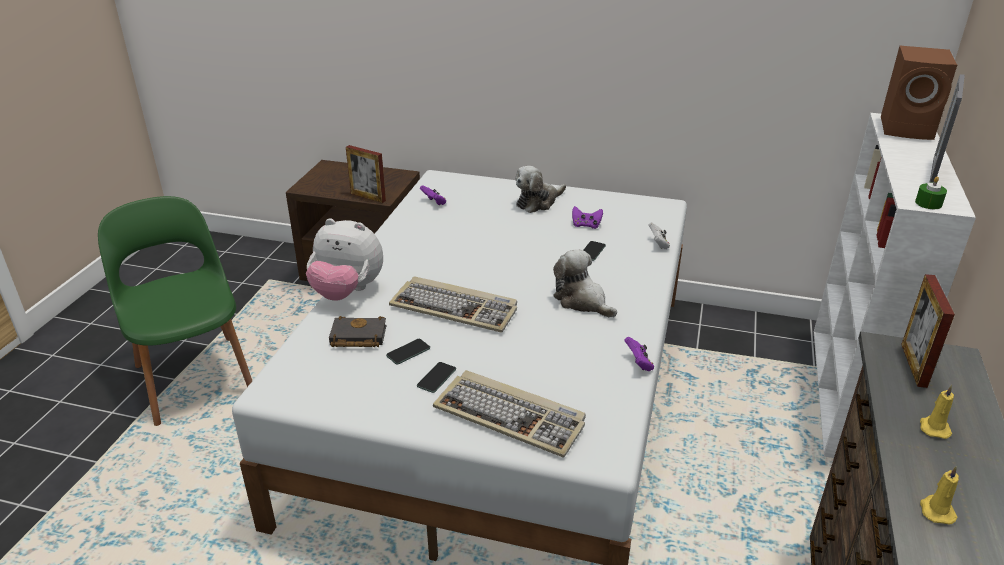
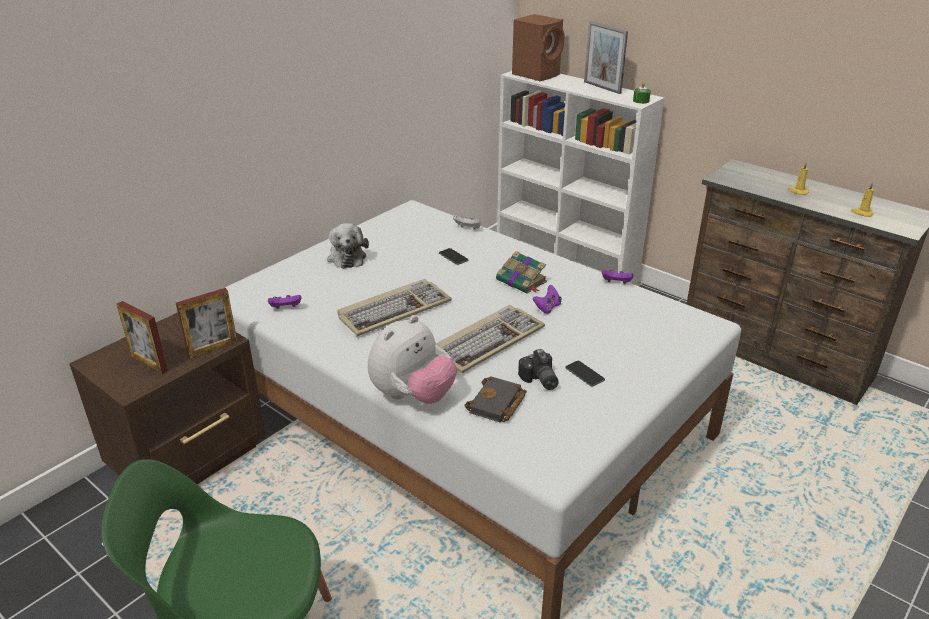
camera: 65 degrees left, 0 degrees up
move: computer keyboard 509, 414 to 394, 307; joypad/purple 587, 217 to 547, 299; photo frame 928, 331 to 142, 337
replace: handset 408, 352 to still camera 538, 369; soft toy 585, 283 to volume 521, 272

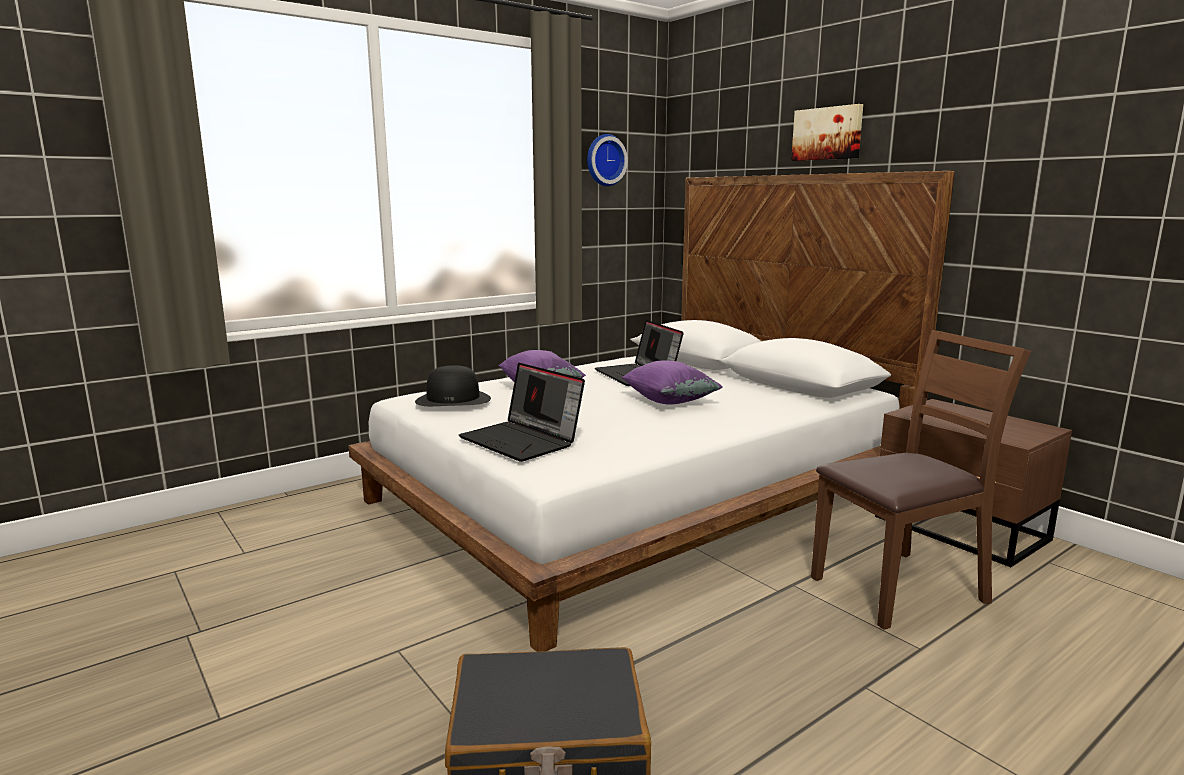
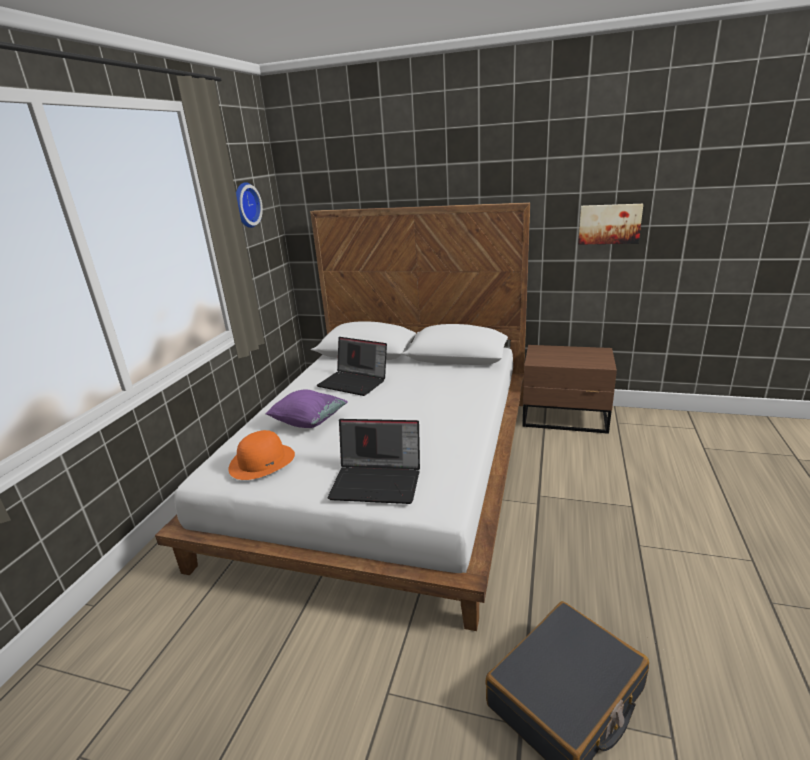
camera: 35 degrees left, 10 degrees up
delete: throw pillow/purple 672, 382; upright chair/brownish 921, 480
move: wall picture 827, 132 to 610, 224
recolor: clothing hat/blackish 453, 385 to clothing hat/orange-coloured 261, 455

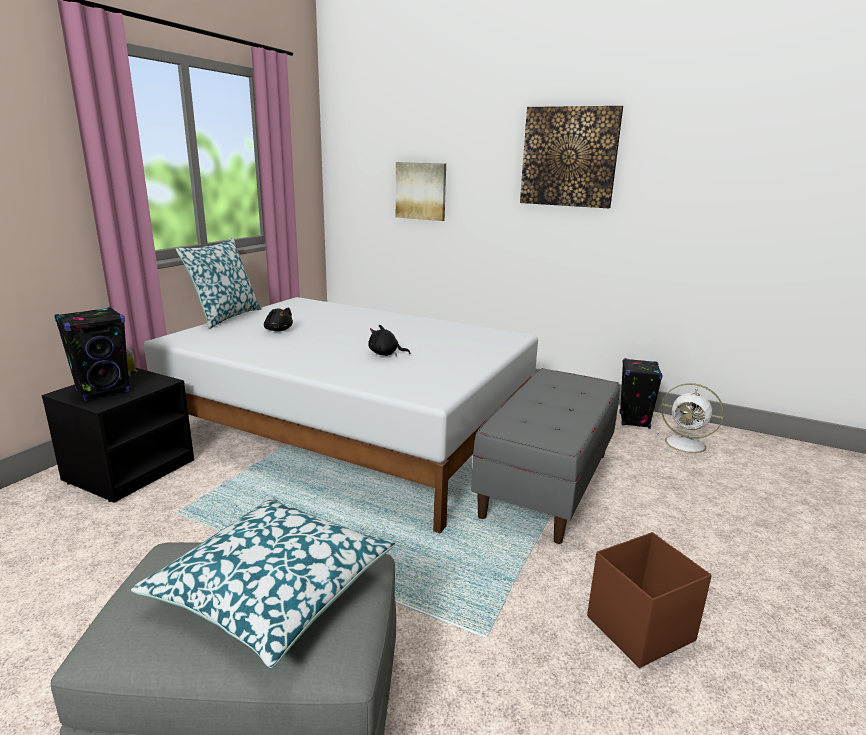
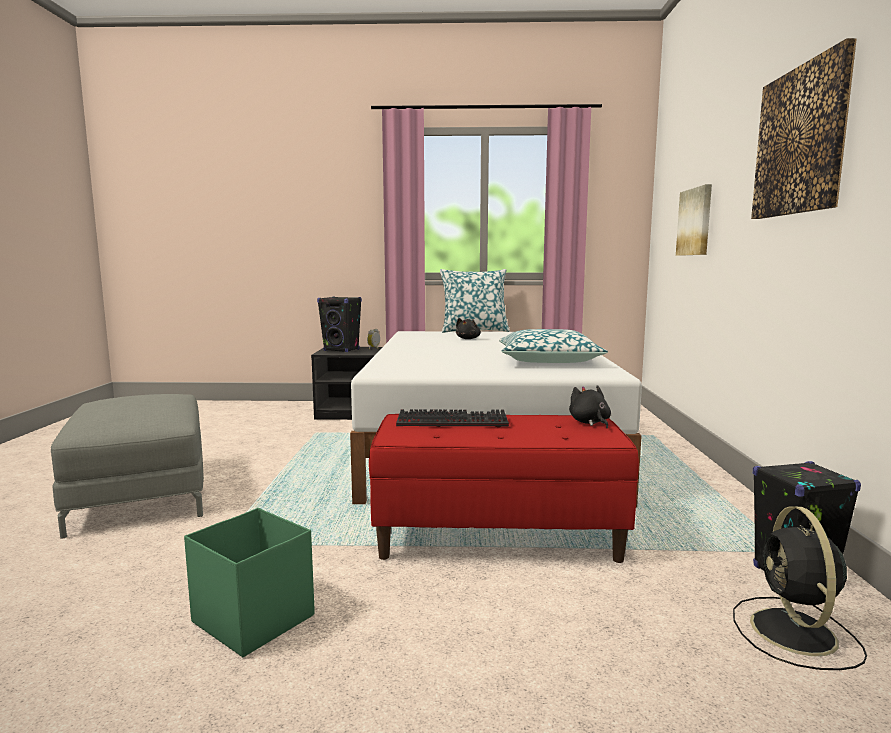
camera: 65 degrees right, 10 degrees down
insert: computer keyboard 452, 418
move: throw pillow 263, 582 to 553, 346; soft toy/blackish 389, 340 to 590, 406
recolor: long seat/gray 545, 456 to long seat/red-coloured 504, 488; storage box/brownish 649, 600 to storage box/green-coloured 249, 582; electric fan/whitish 690, 420 to electric fan/blackish 800, 588

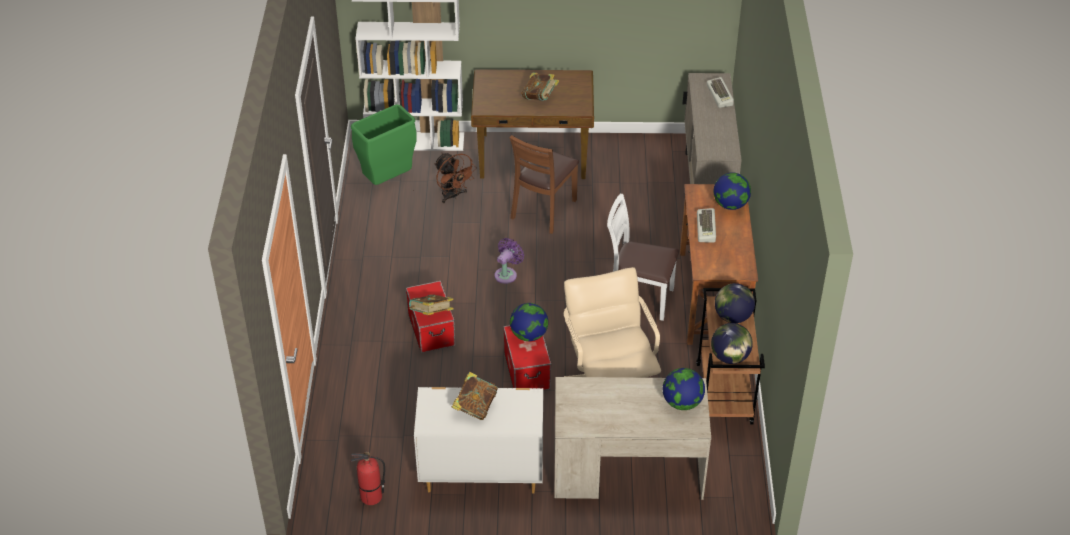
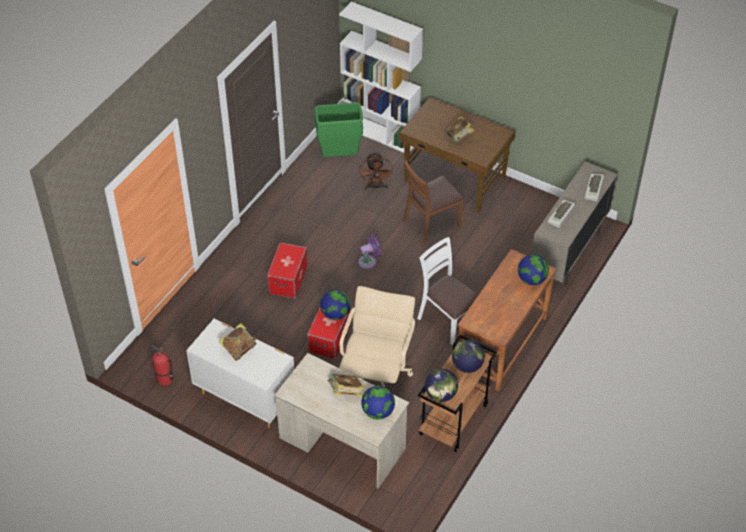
camera: 30 degrees right, 5 degrees up
move: volume 431, 304 to 346, 385; computer keyboard 706, 225 to 561, 214

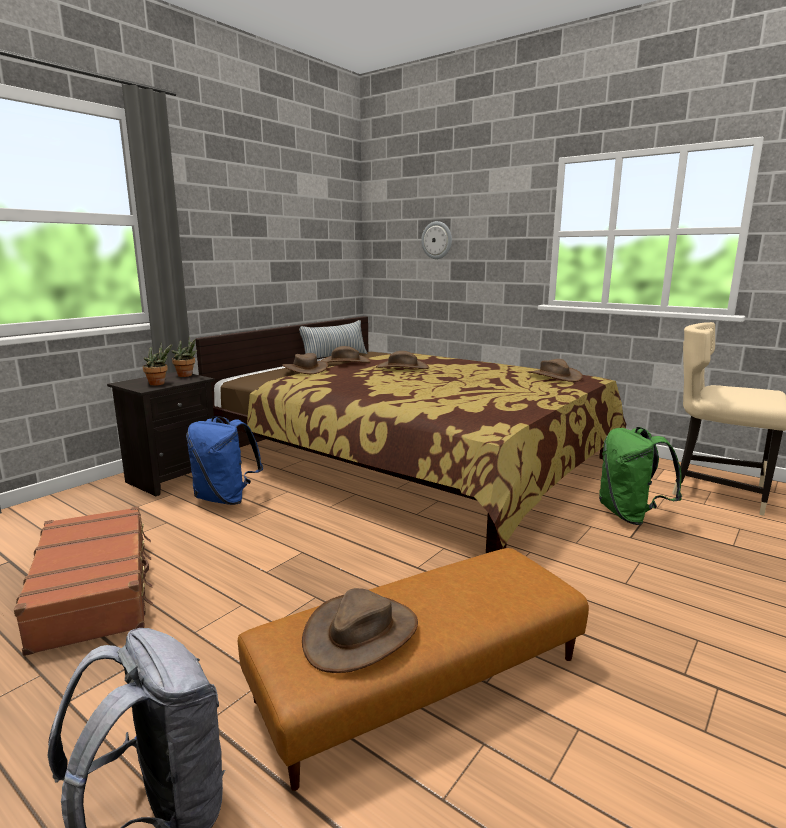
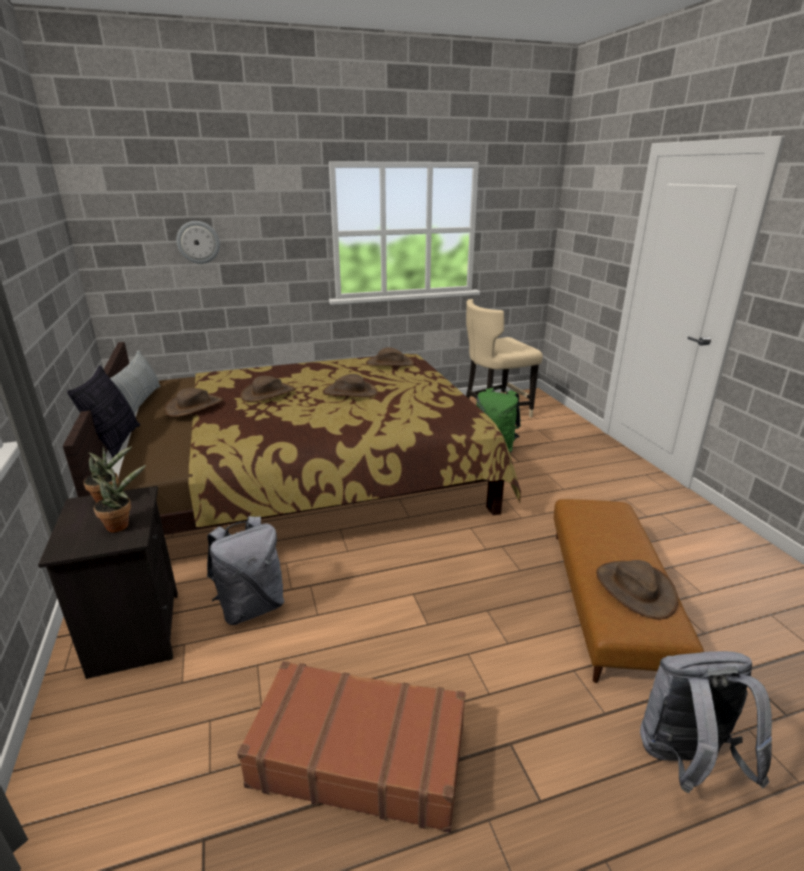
camera: 55 degrees left, 10 degrees up
insert: throw pillow 103, 411
move: clothing hat/brownish 305, 363 to 350, 385
recolor: knapsack/blue 224, 460 to knapsack/gray 245, 570

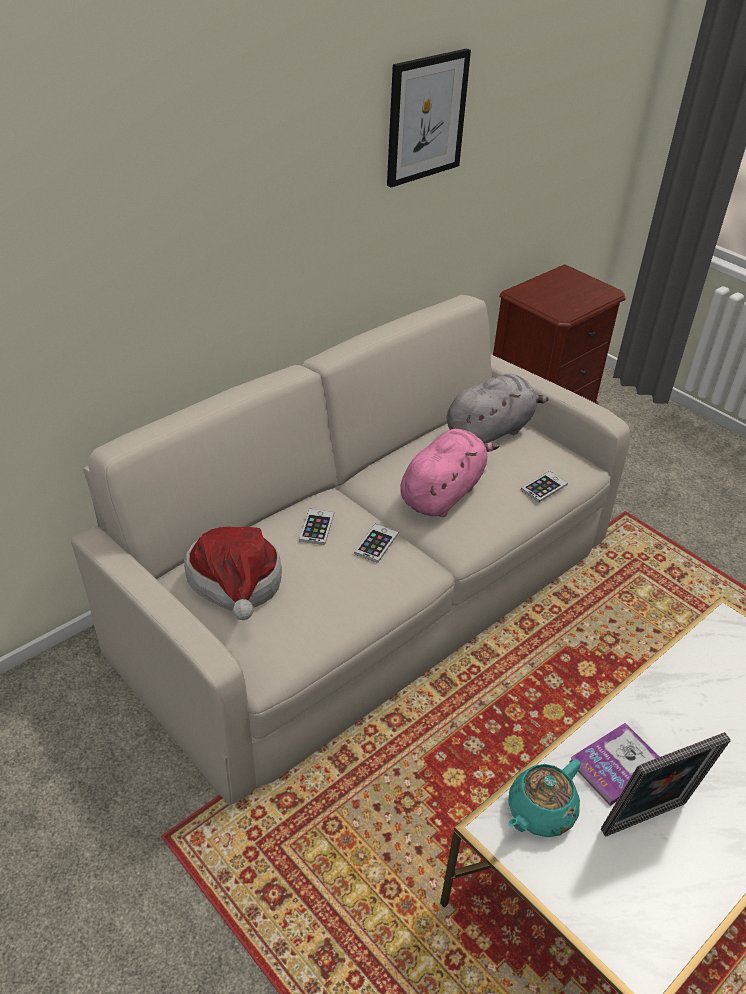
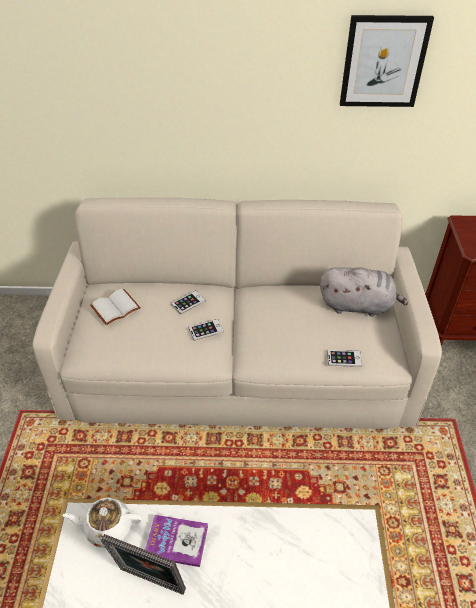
camera: 45 degrees right, 5 degrees up
delete: soft toy/pink-coloured 450, 473
replace: clothing hat 233, 573 to volume/whitish 115, 307
recolor: tea pot/turquoise 544, 798 to tea pot/whitish 102, 523

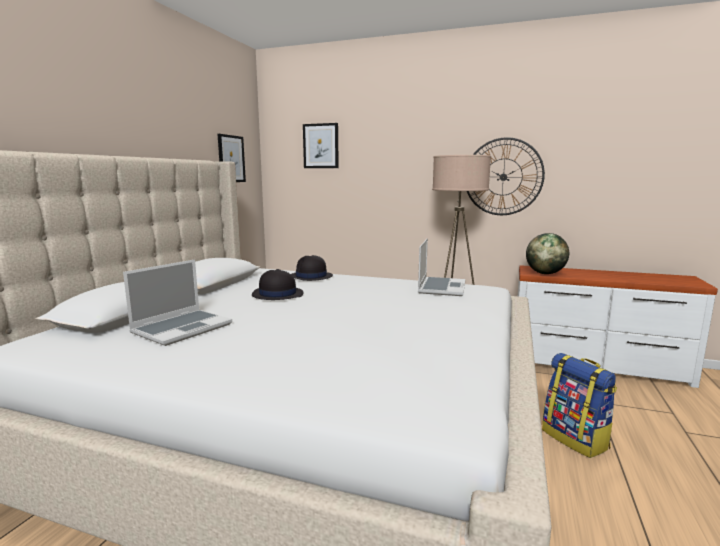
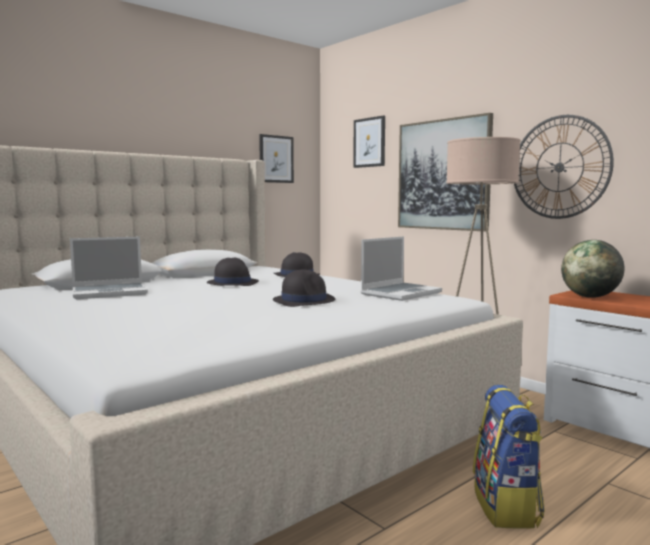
camera: 30 degrees right, 5 degrees down
insert: clothing hat/blackish 304, 288; wall picture 445, 172

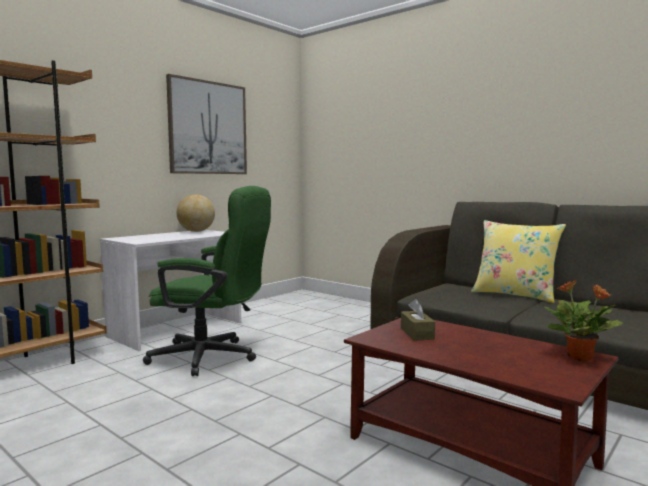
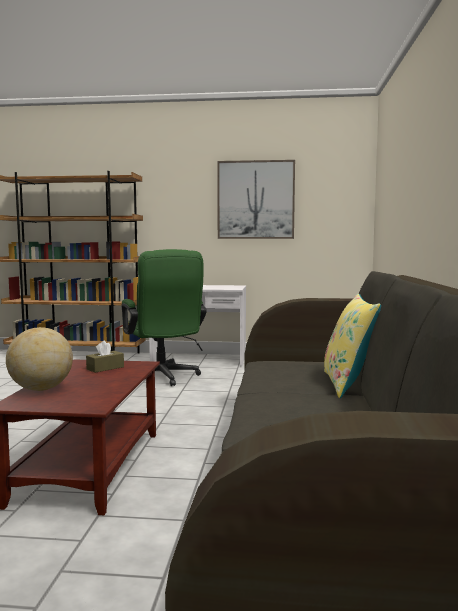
camera: 55 degrees right, 0 degrees up
delete: potted plant 584, 320
move: globe 196, 213 to 39, 359

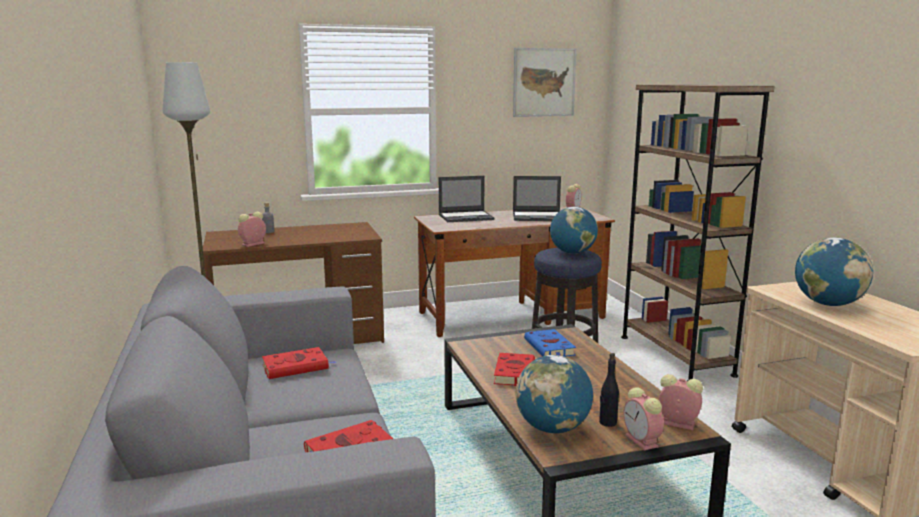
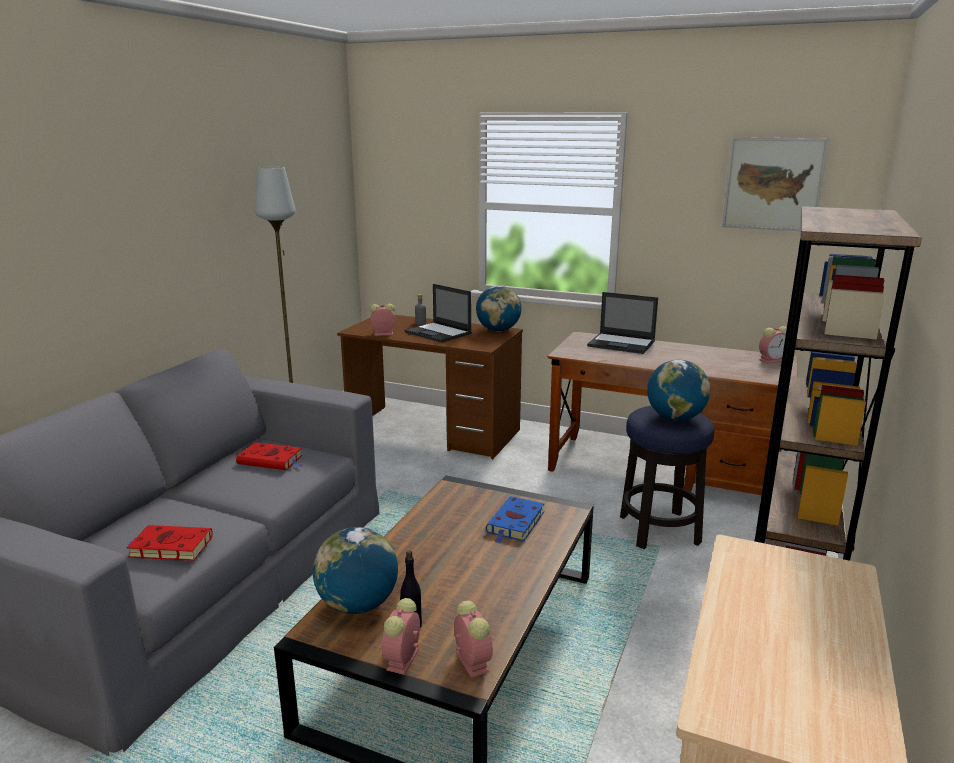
camera: 40 degrees right, 5 degrees up
delete: volume/red-coloured 514, 369
move: portable computer 537, 198 to 438, 313; globe 834, 272 to 499, 308

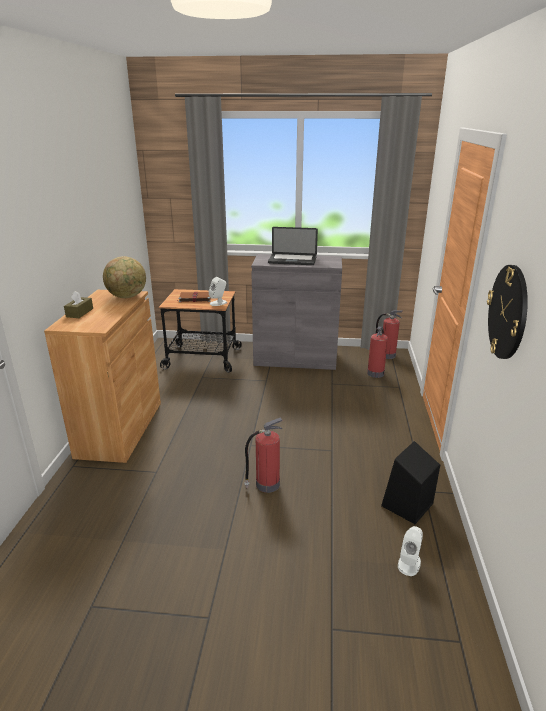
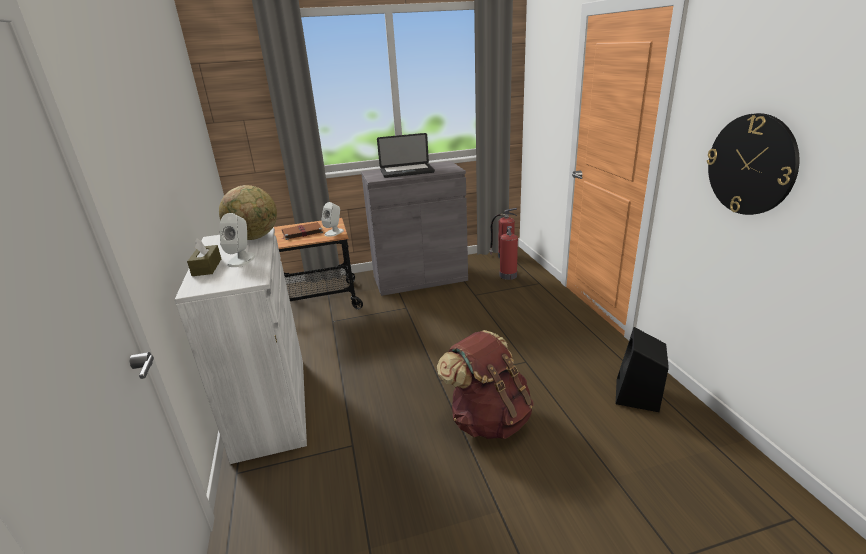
camera: 20 degrees left, 0 degrees up
move: audio speaker/whitish 410, 551 to 238, 240
replace: fire extinguisher 263, 455 to knapsack/brownish 485, 384
recolor: cupboard/brownish 102, 376 to cupboard/whitish 241, 345

